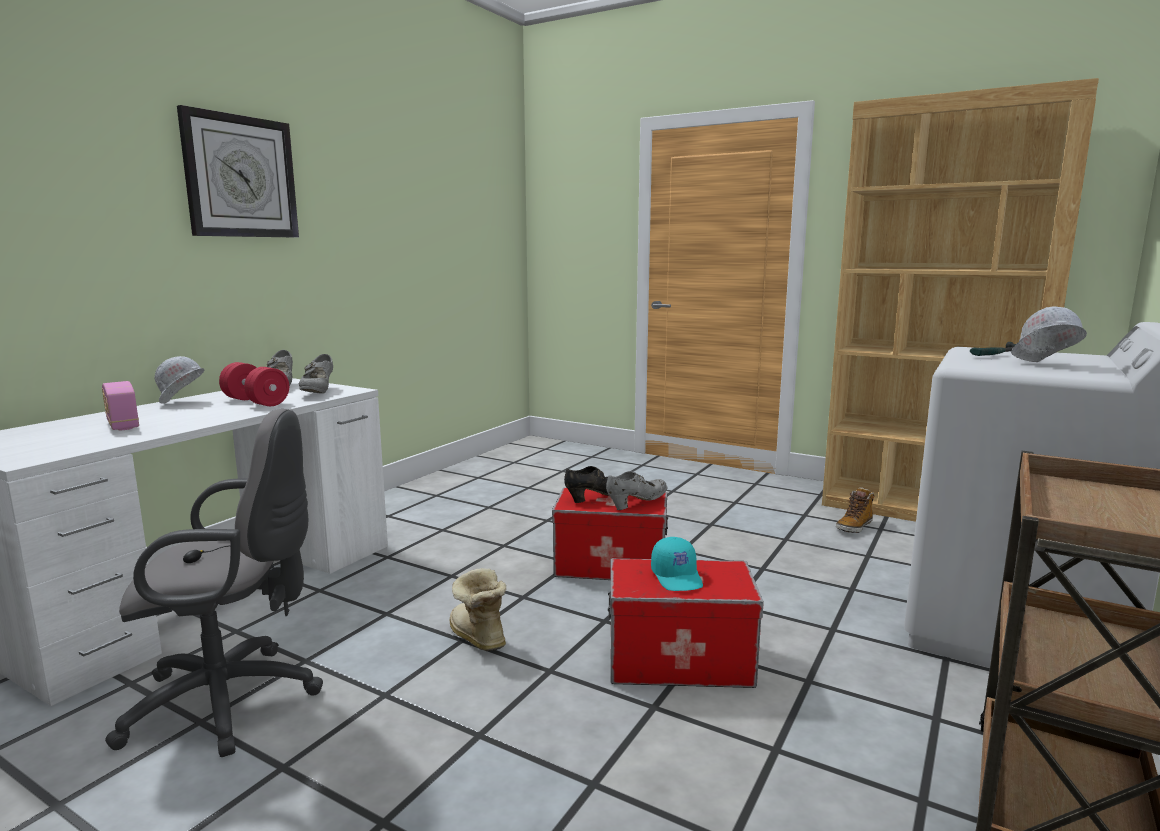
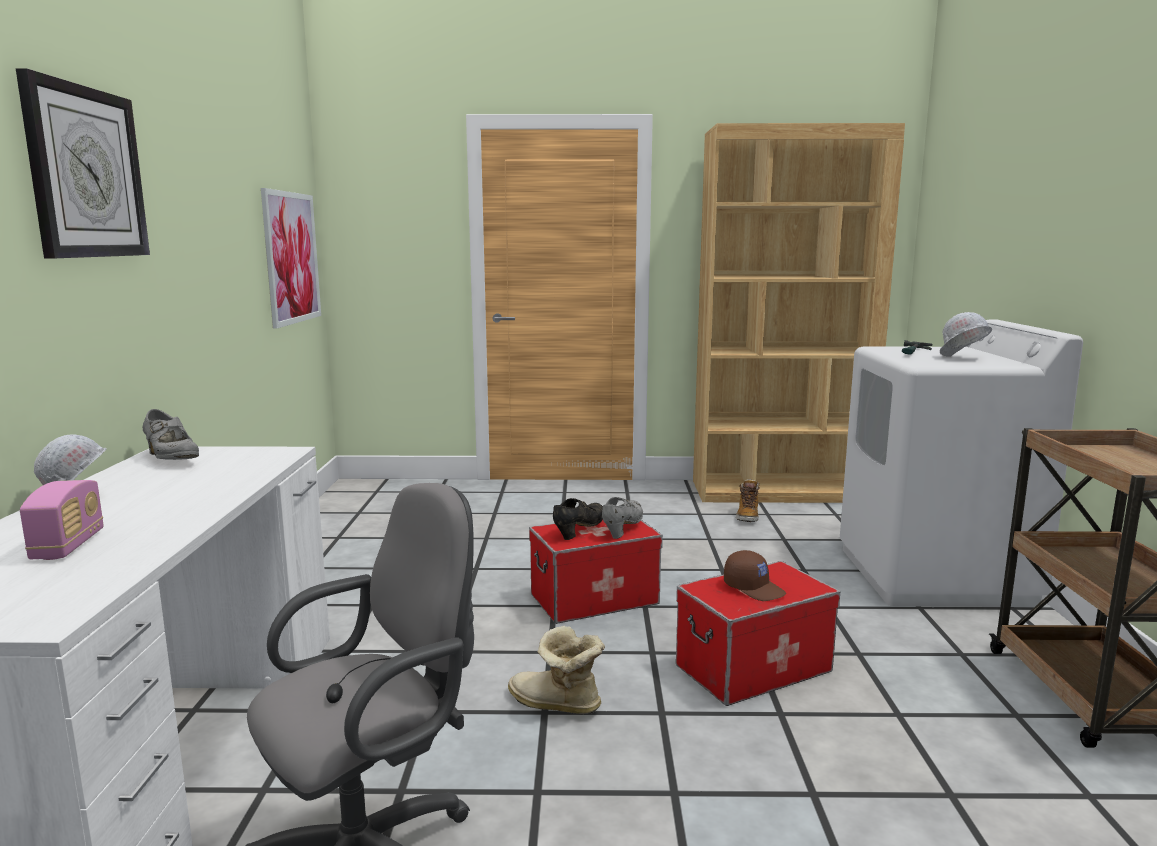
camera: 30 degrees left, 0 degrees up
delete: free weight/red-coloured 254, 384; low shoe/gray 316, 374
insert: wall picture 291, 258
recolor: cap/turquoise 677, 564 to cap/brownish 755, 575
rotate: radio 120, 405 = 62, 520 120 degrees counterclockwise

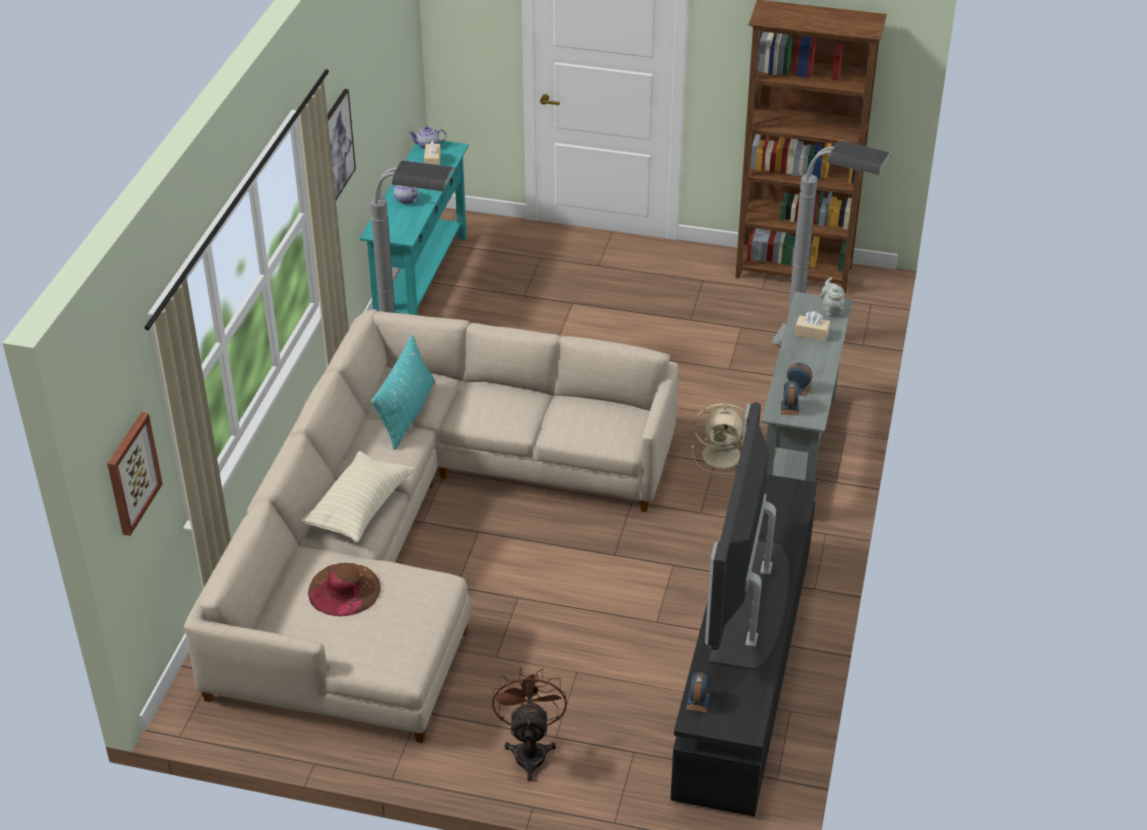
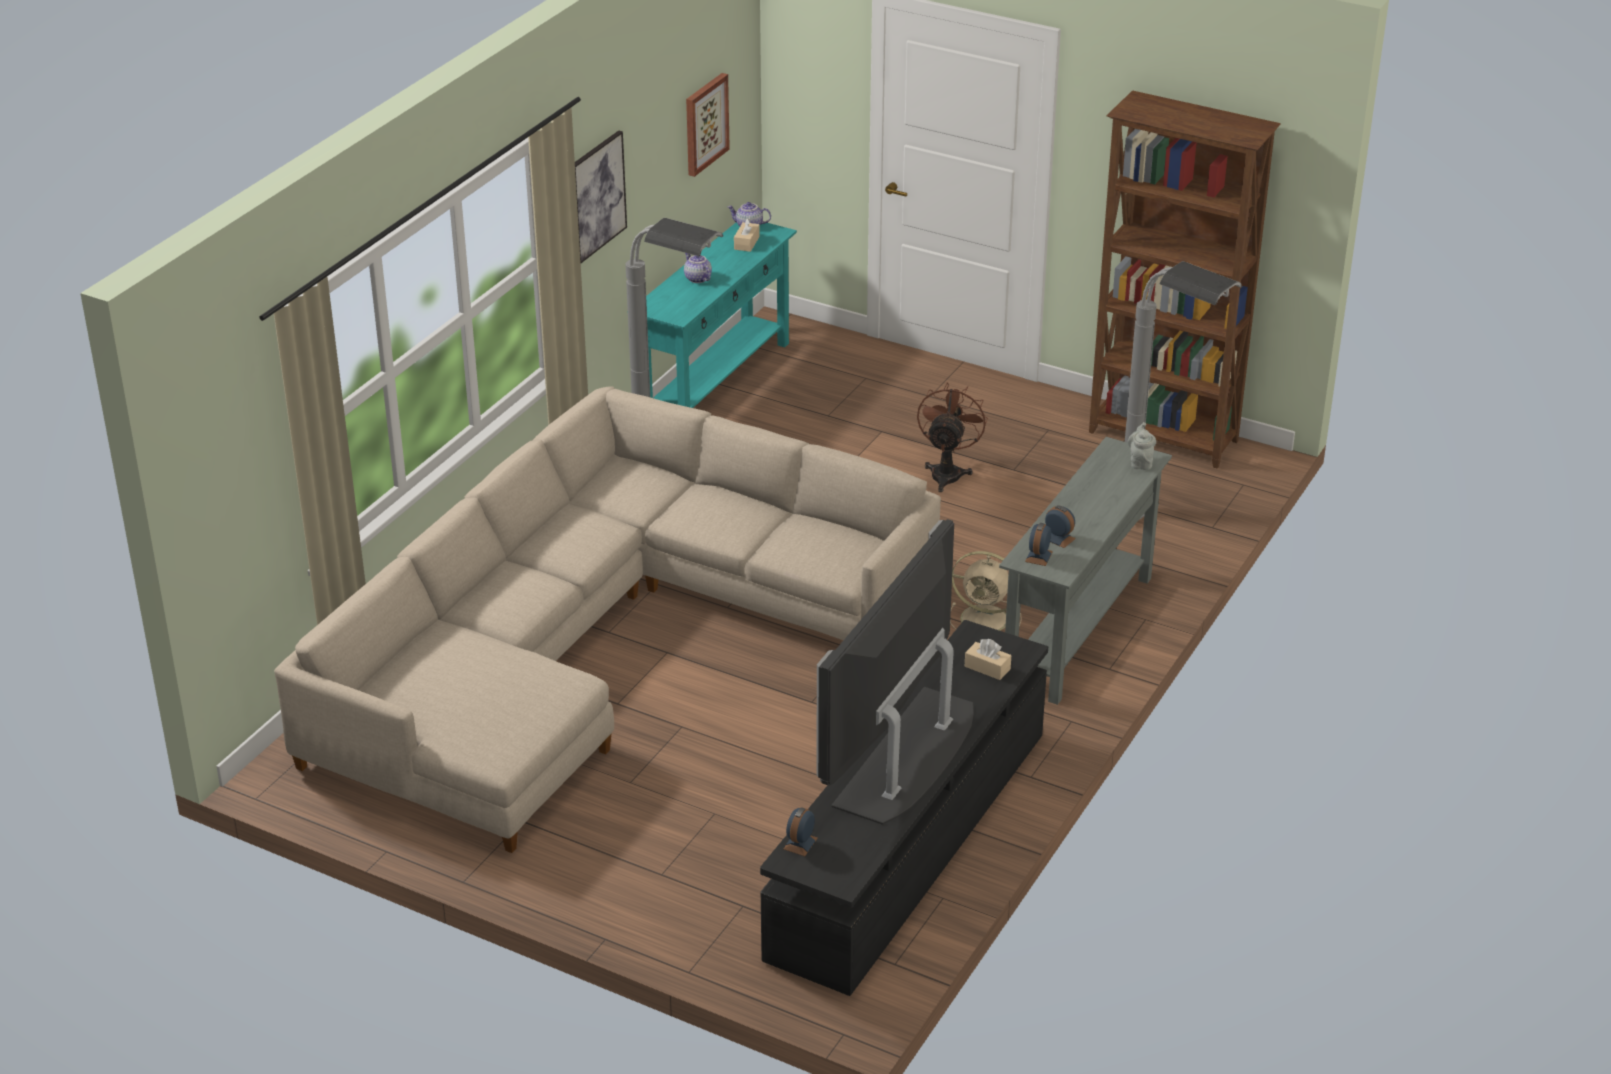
camera: 15 degrees right, 5 degrees down
delete: throw pillow/sand-coloured 357, 497; clothing hat/brownish 344, 589; throw pillow/turquoise 403, 392
move: wall picture 135, 474 to 708, 125; electric fan/brownish 529, 724 to 952, 437; tissue box/sand-coloured 812, 326 to 988, 659

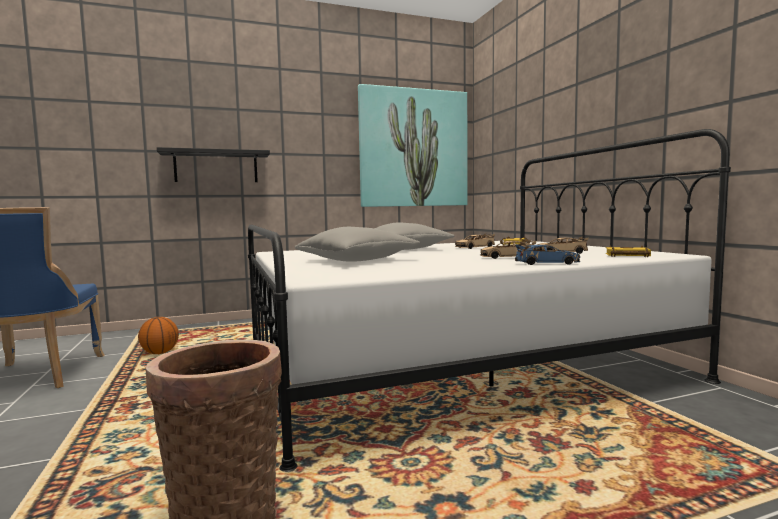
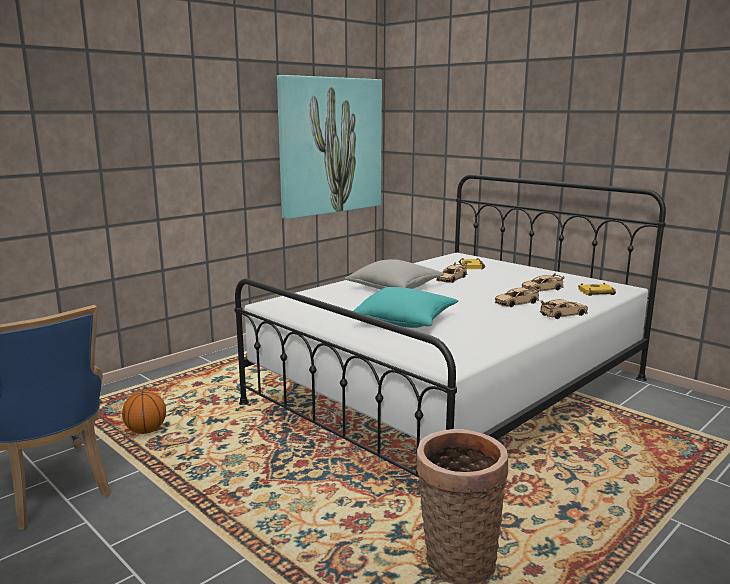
camera: 25 degrees left, 10 degrees up
delete: wall shelf/blackish 213, 164
recolor: throw pillow/gray 357, 244 to throw pillow/turquoise 405, 307; miniature car/blue 547, 254 to miniature car/sand-coloured 564, 309

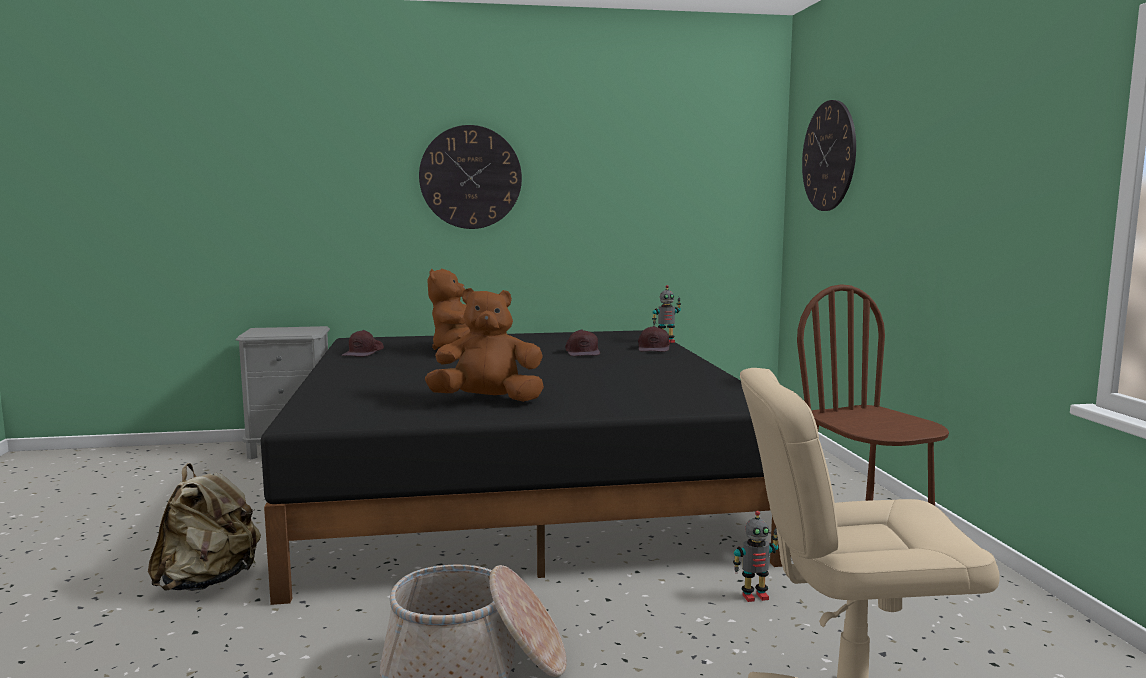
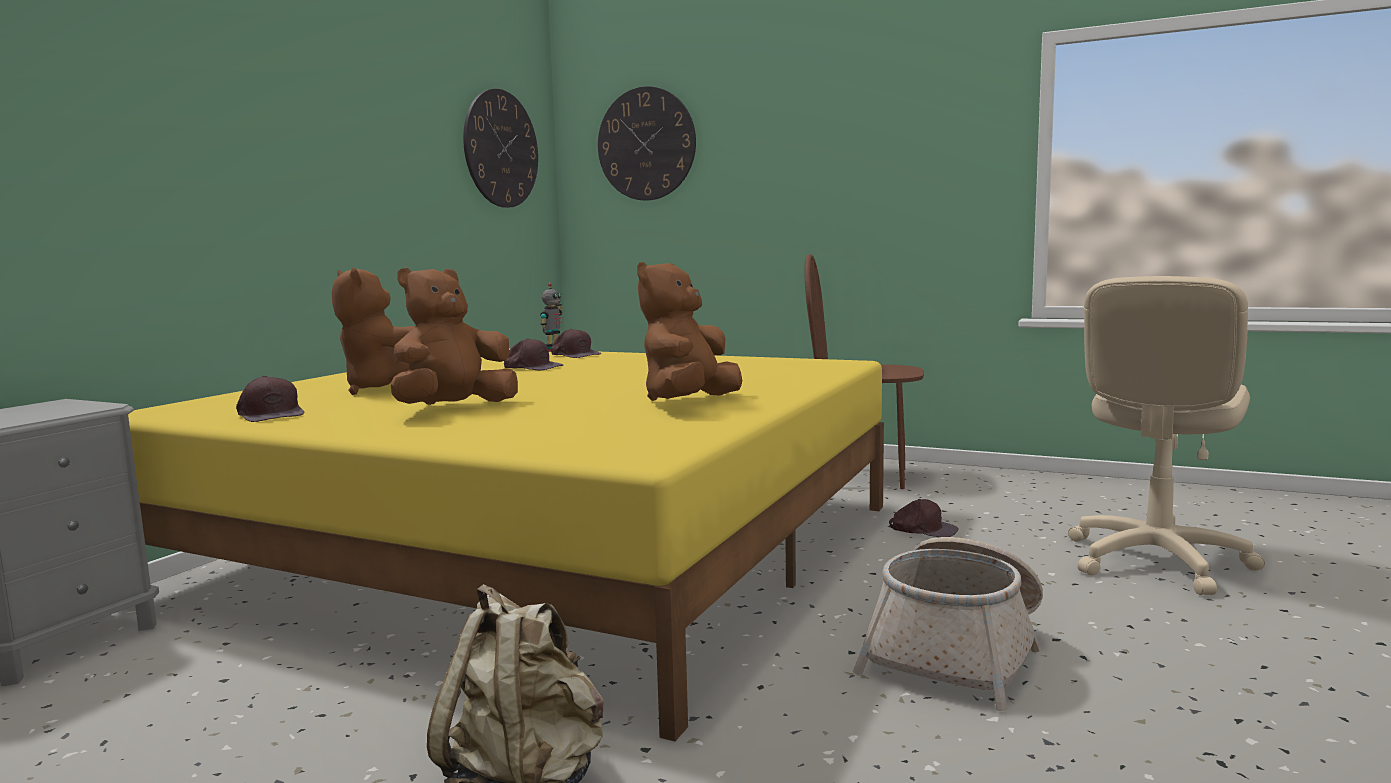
camera: 55 degrees left, 0 degrees up
insert: soft toy/brownish 454, 336
move: wall clock 470, 177 to 500, 148
replace: robot figure 755, 556 to cap/brownish 924, 518
recolor: bed/blackish 526, 467 to bed/yellow-coloured 506, 544

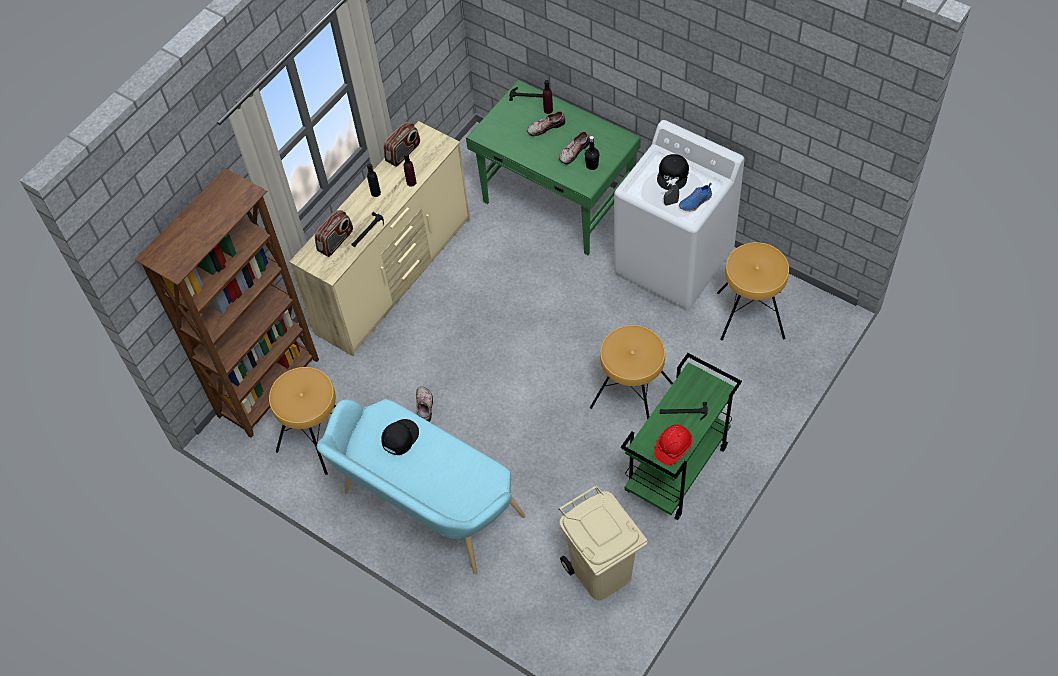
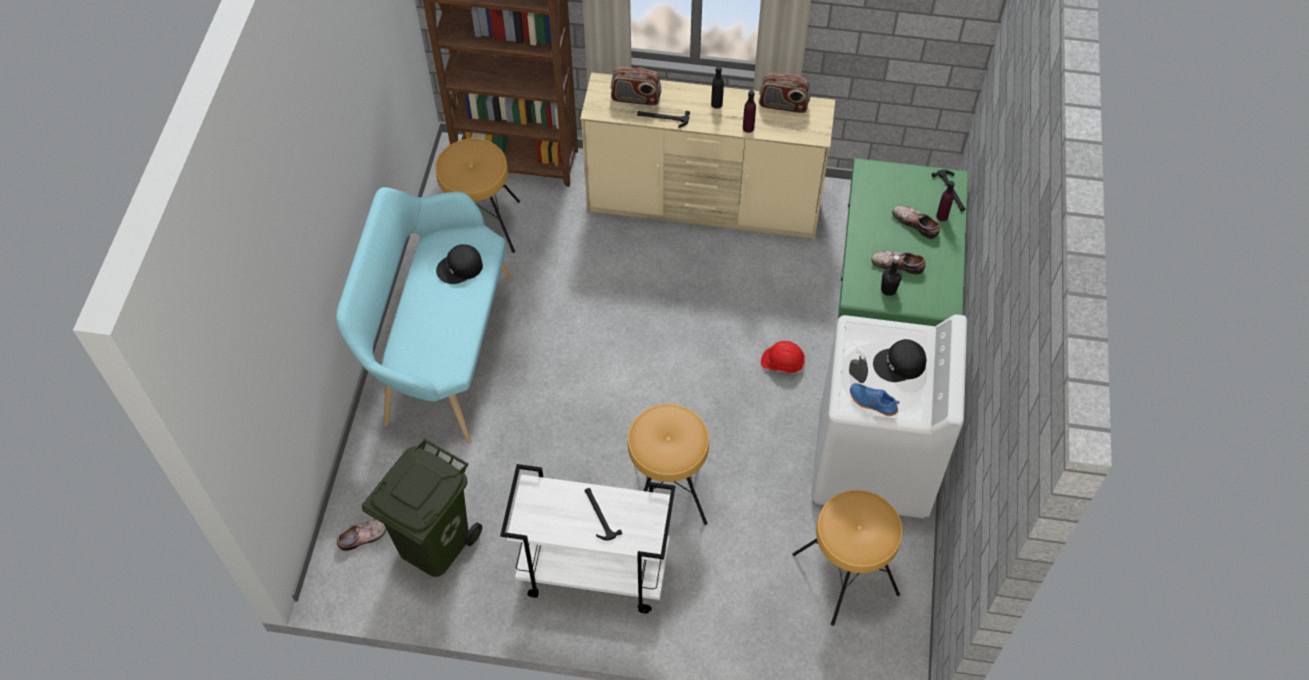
camera: 60 degrees right, 0 degrees up
move: low shoe 424, 404 to 362, 535; hard hat/red-coloured 673, 444 to 783, 357
recolor: rubbish bin/sand-coloured 603, 542 to rubbish bin/green-coloured 422, 508; trolley/green-coloured 681, 436 to trolley/whitish 587, 538
rotate: cap/blackish 400, 437 = 459, 264 150 degrees clockwise

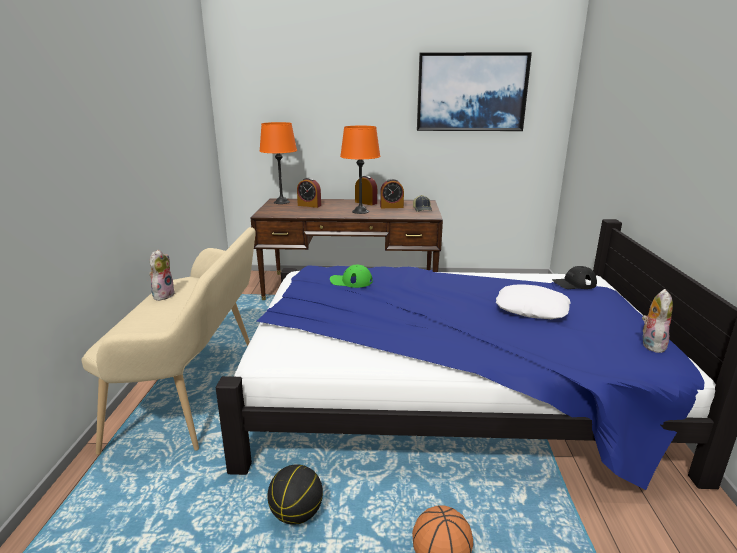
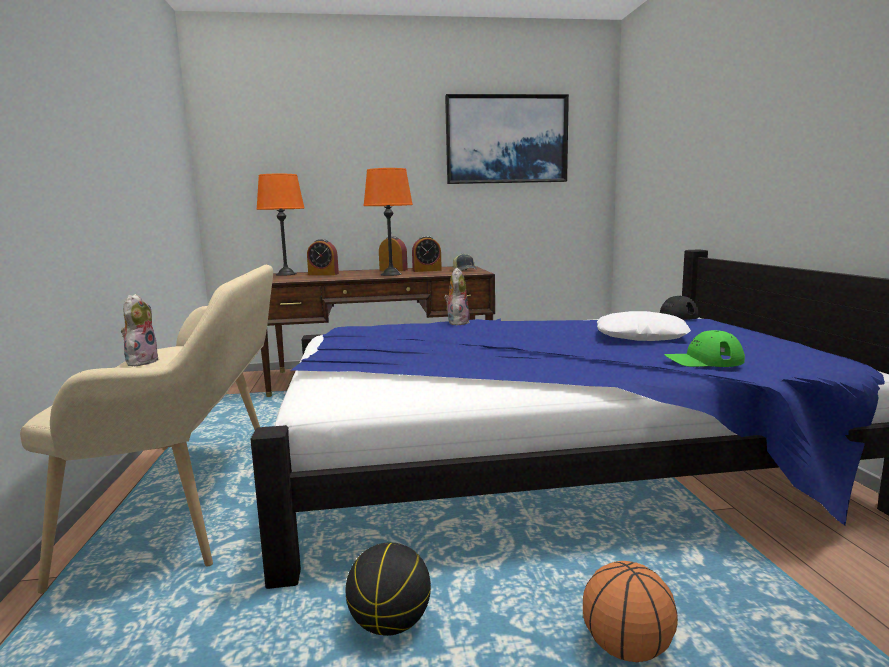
camera: 10 degrees left, 10 degrees down
move: cap/green-coloured 351, 276 to 704, 348; soft toy 657, 321 to 457, 296

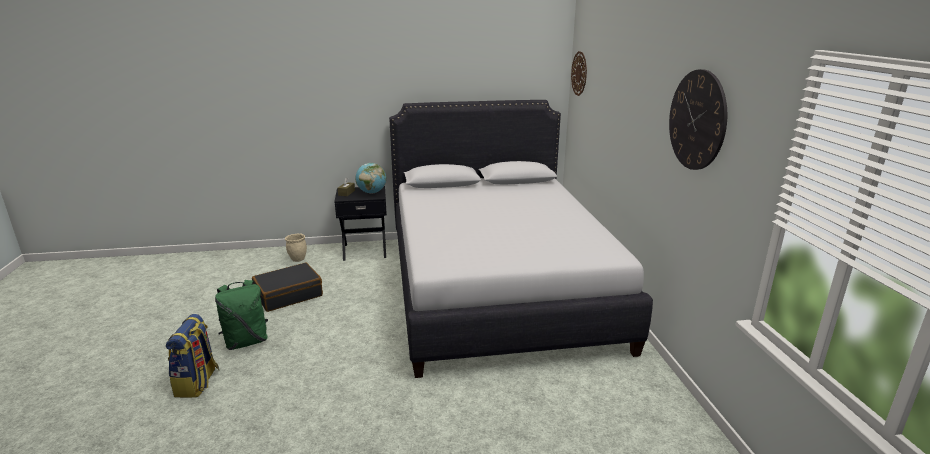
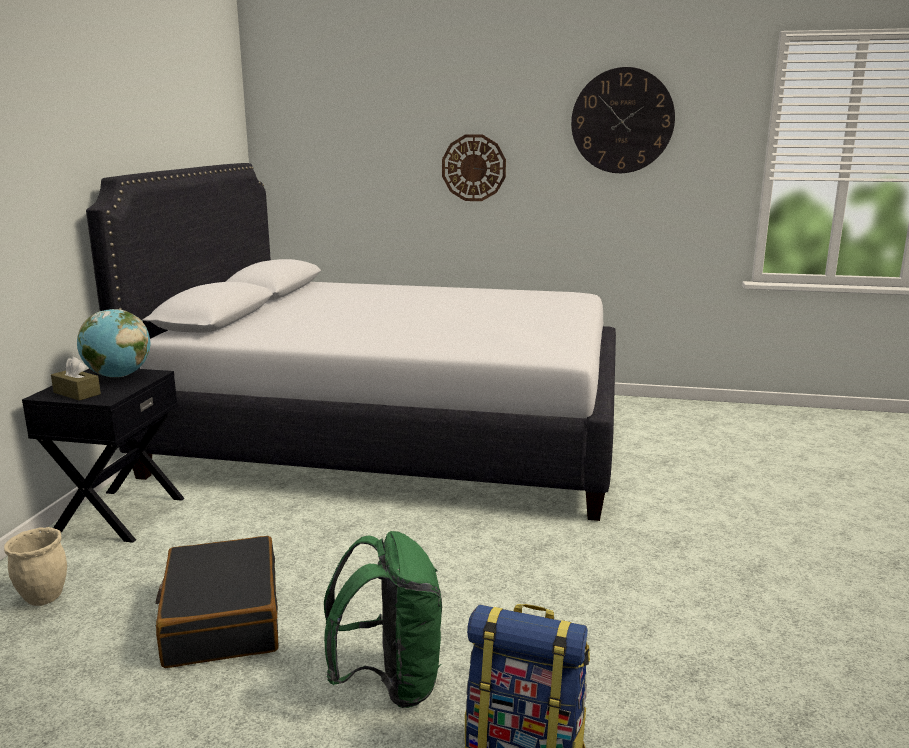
camera: 70 degrees left, 5 degrees down
move: wall clock 579, 73 to 474, 167

